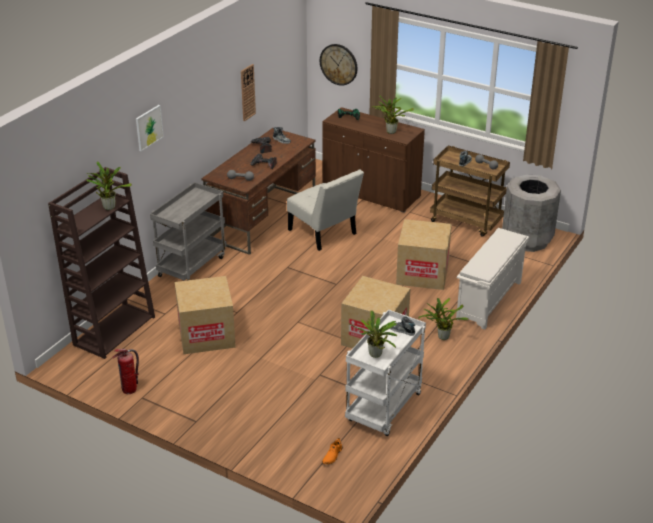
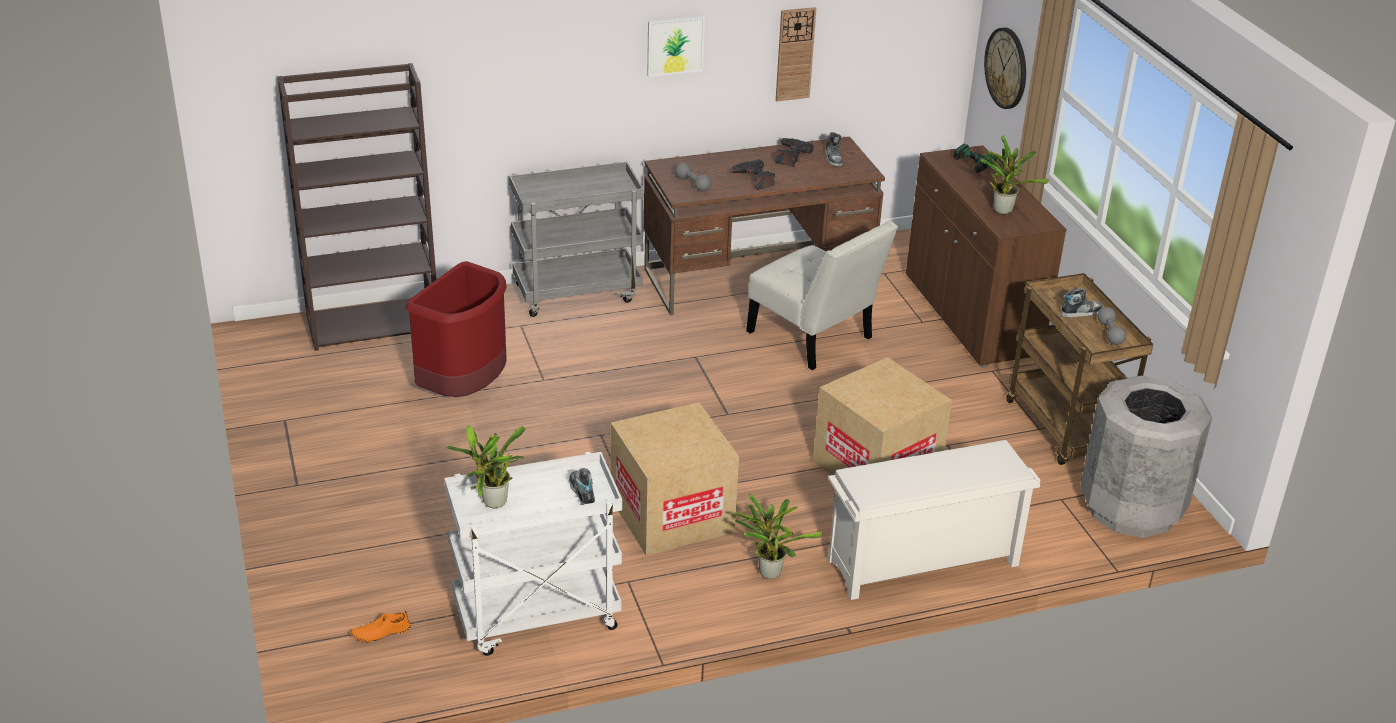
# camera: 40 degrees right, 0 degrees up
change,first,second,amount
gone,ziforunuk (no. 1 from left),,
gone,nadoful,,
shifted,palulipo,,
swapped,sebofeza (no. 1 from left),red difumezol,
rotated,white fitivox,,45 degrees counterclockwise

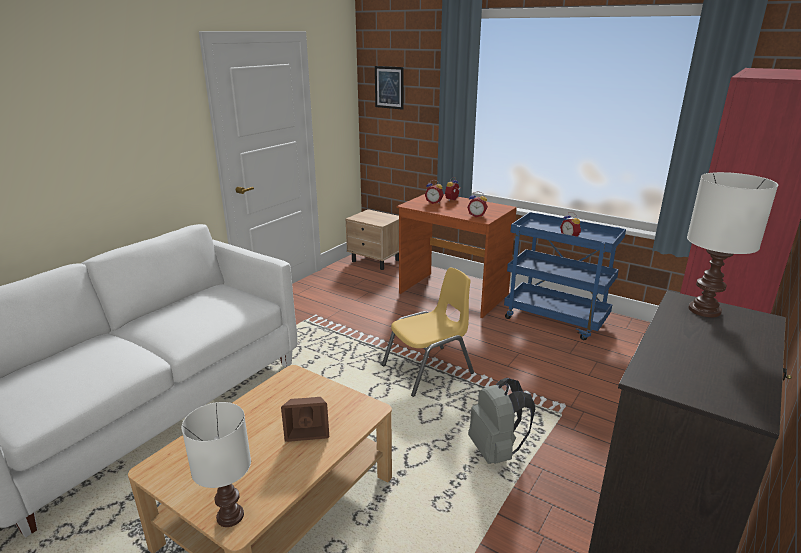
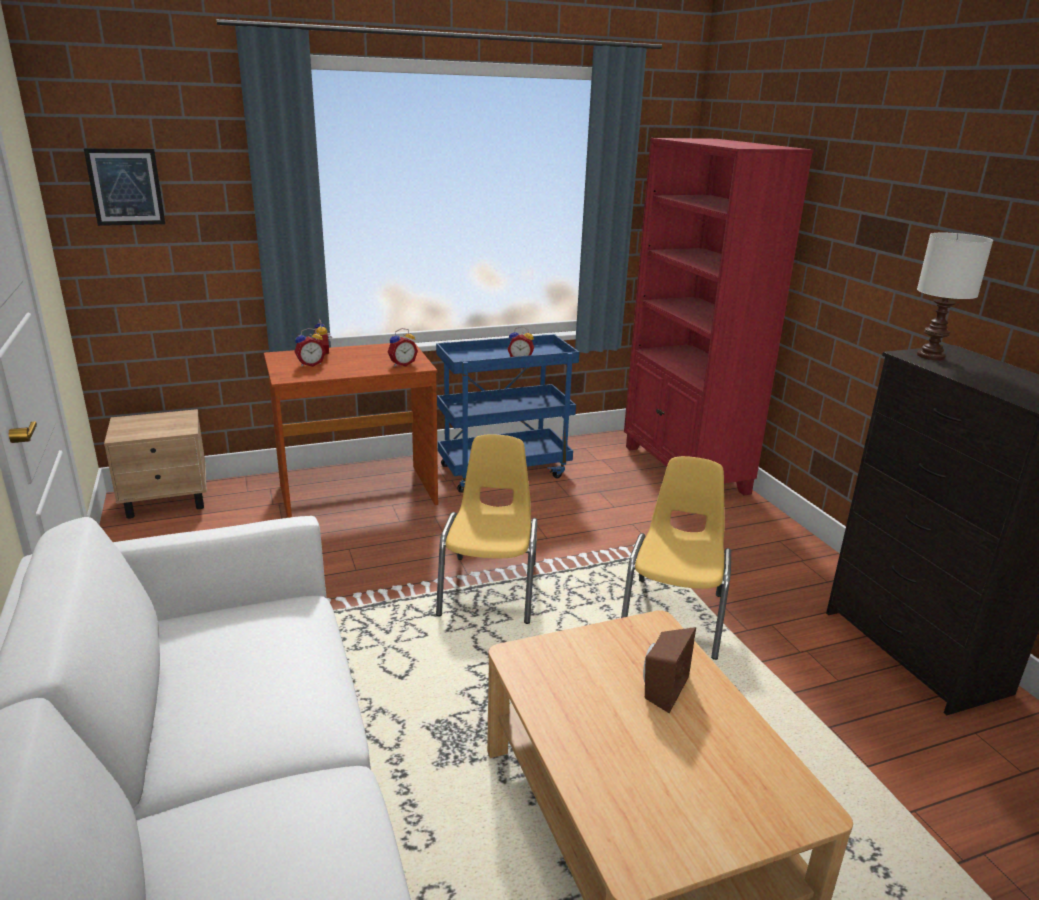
# camera: 55 degrees left, 0 degrees up
change,first,second,amount
gone,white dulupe (no. 1 from left),,
swapped,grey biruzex,yellow fitivox (no. 2 from left),

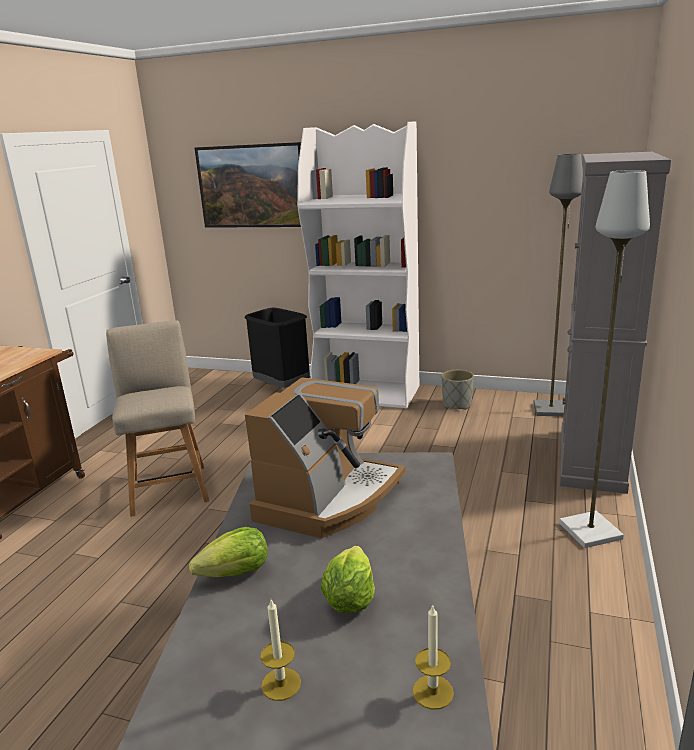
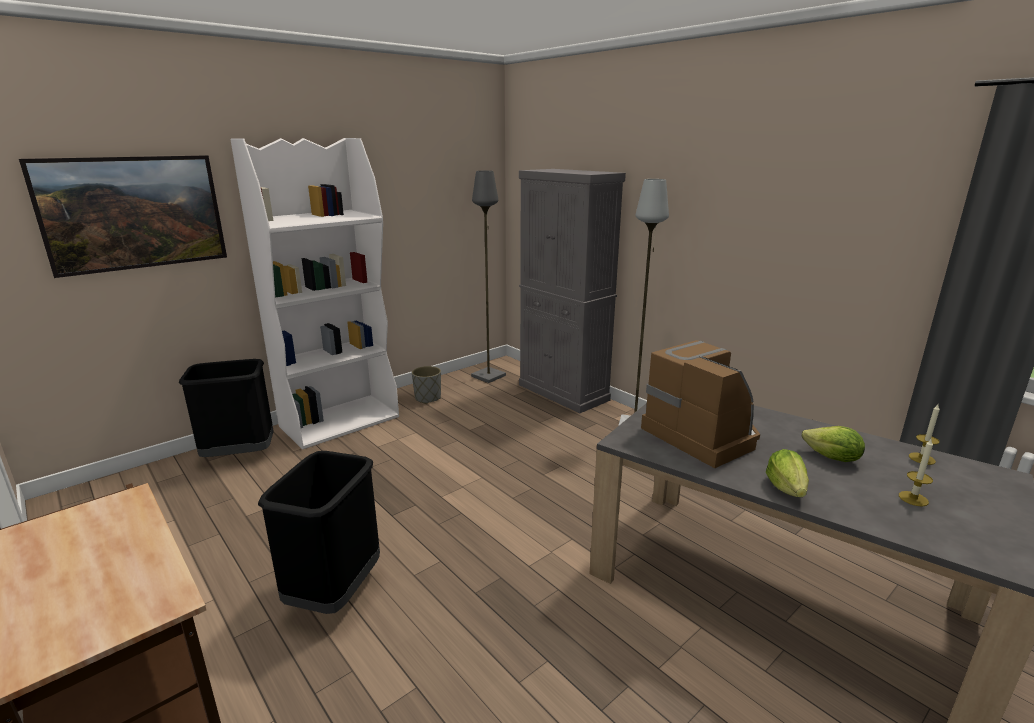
# camera: 60 degrees left, 0 degrees up
change,first,second,amount
swapped,beige fitivox,black difumezol (no. 2 from left),

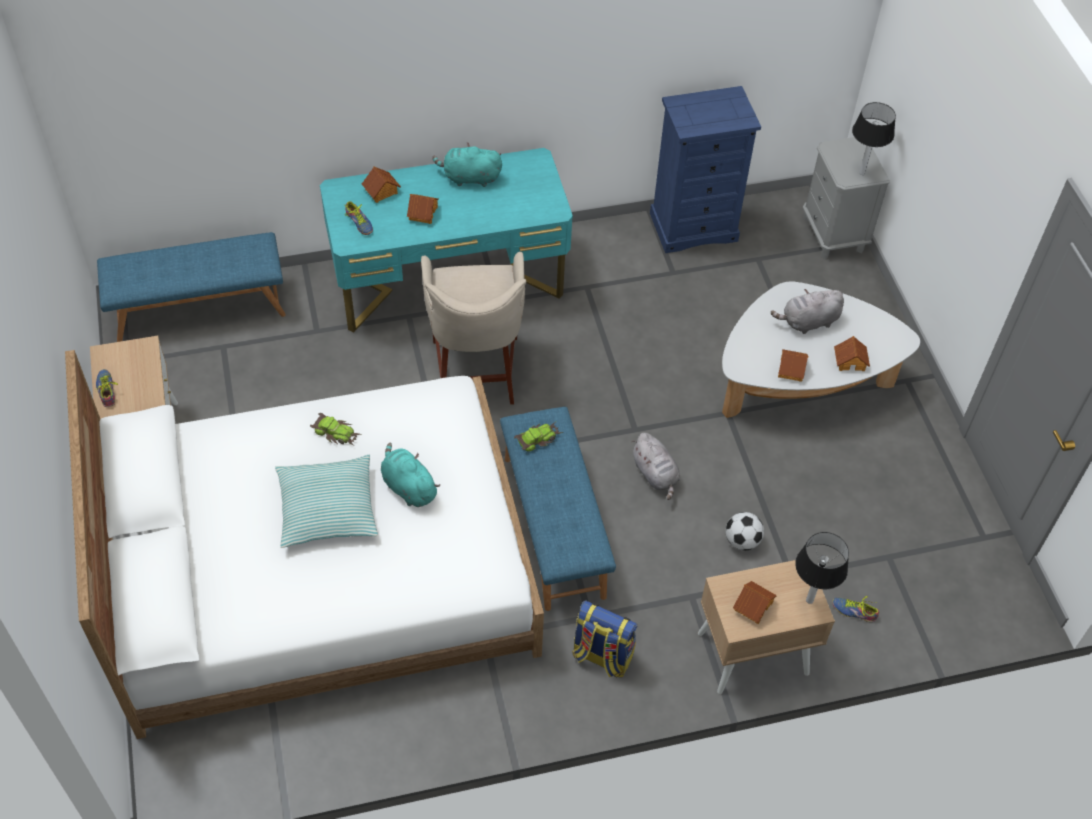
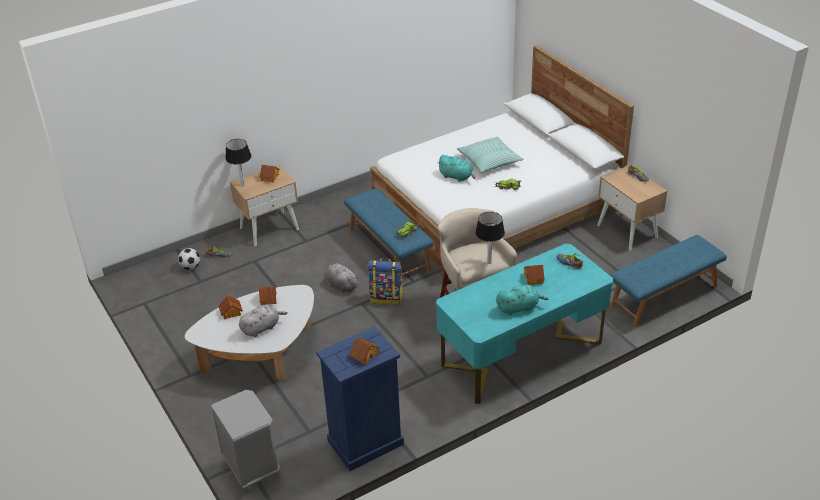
# camera: 165 degrees right, 15 degrees down
change,first,second,amount
shifted,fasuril (no. 1 from left in the first image),fasuril (no. 4 from left),
shifted,biruzex,,
shifted,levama,,
shifted,dulupe (no. 2 from left),,

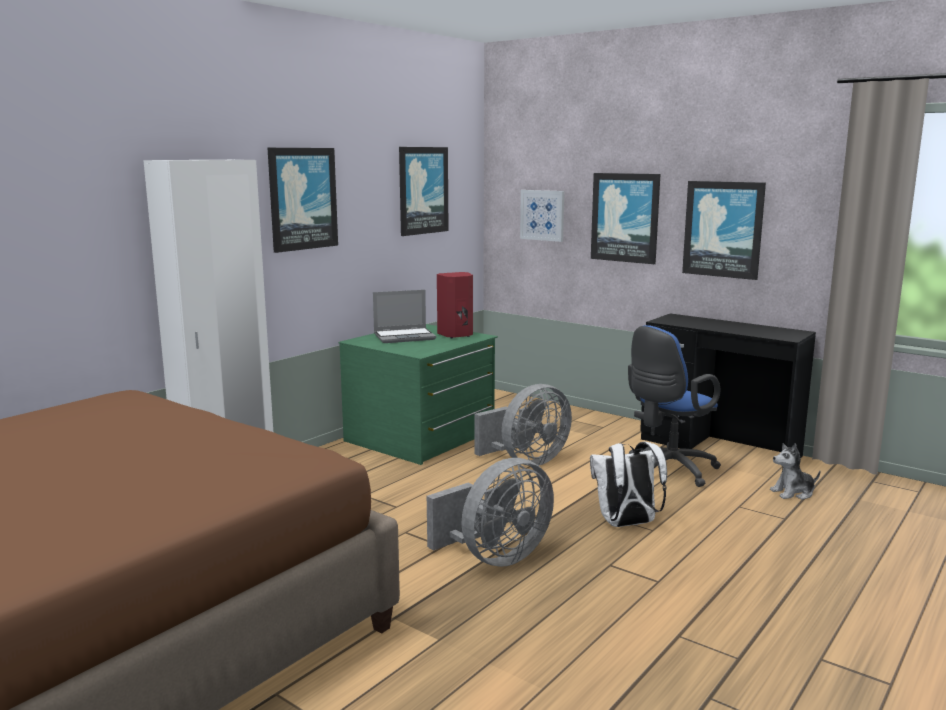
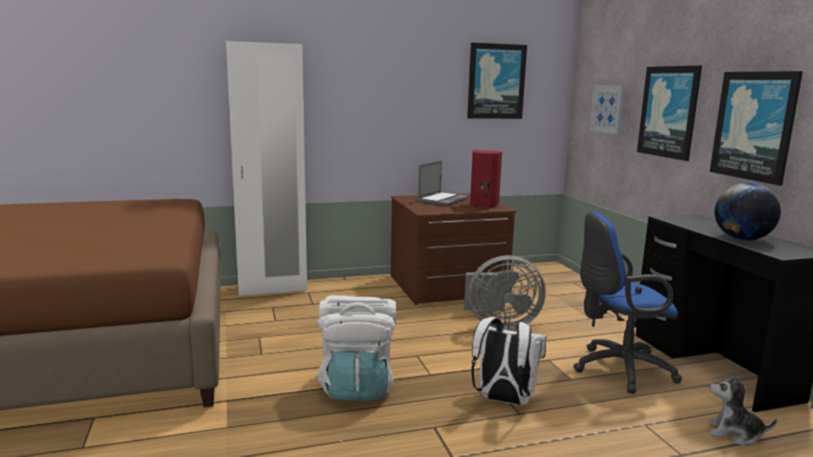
# camera: 35 degrees right, 0 degrees up
change,first,second,amount
gone,palulipo (no. 1 from left),,
new,,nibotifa,
swapped,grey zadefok (no. 1 from left),white biruzex (no. 1 from left),
repainted,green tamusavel,brown tamusavel,
rotated,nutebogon,,75 degrees counterclockwise

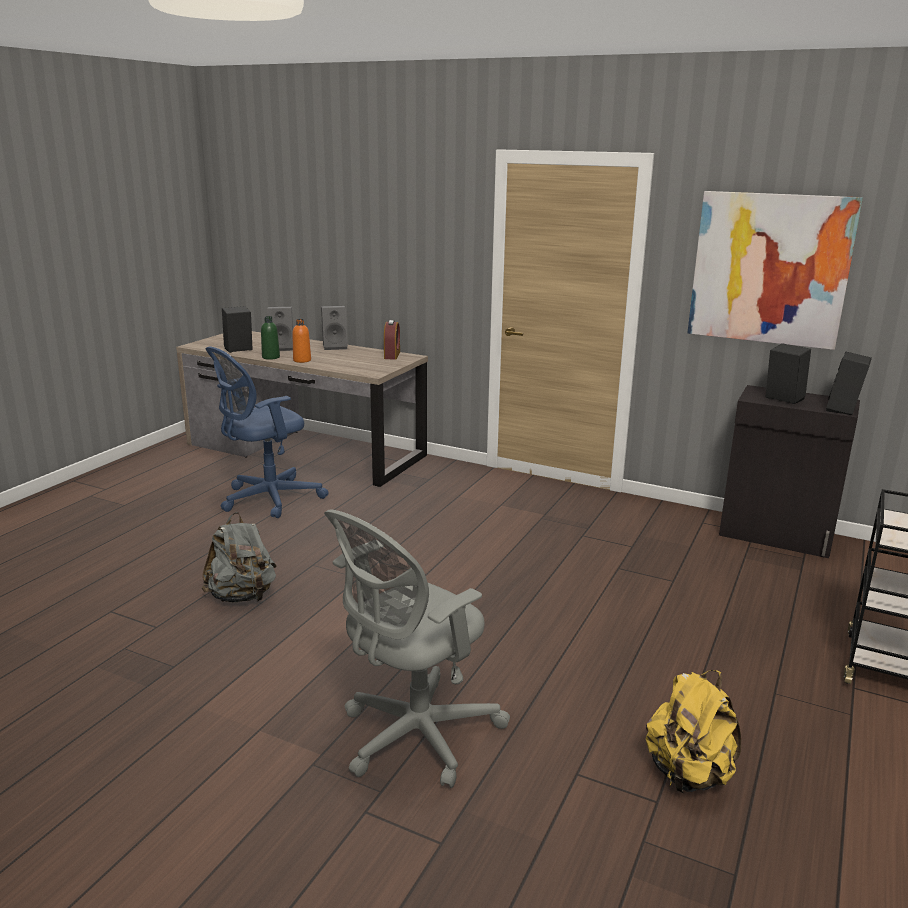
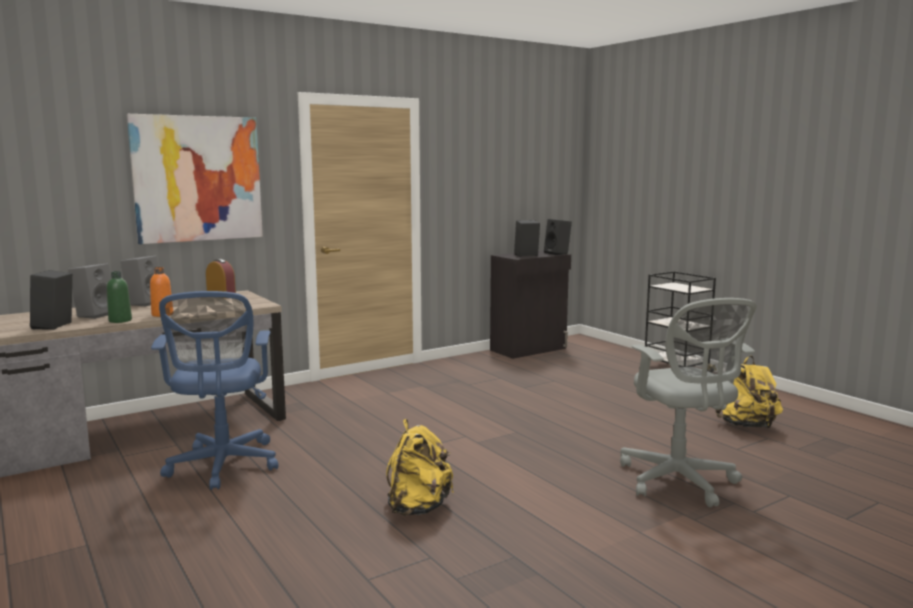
# camera: 60 degrees left, 10 degrees down
change,first,second,amount
shifted,palulipo,,
repainted,grey biruzex,yellow biruzex (no. 1 from left),

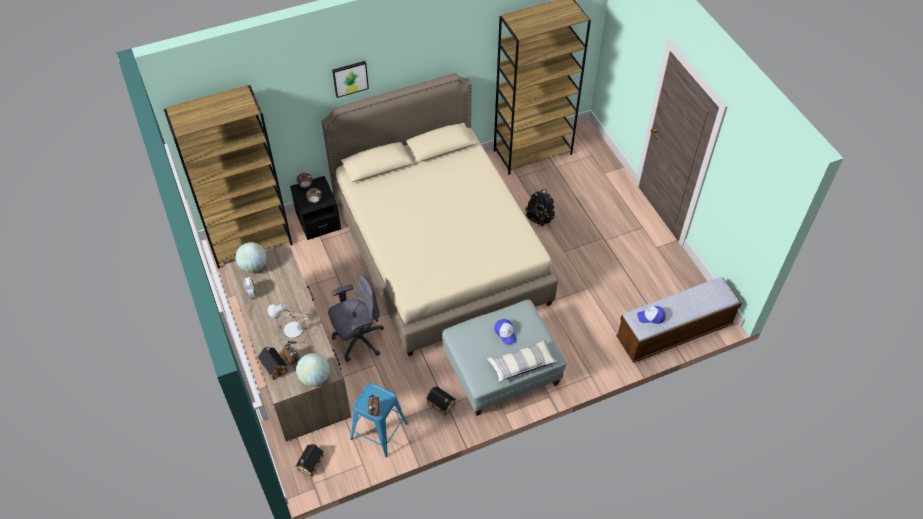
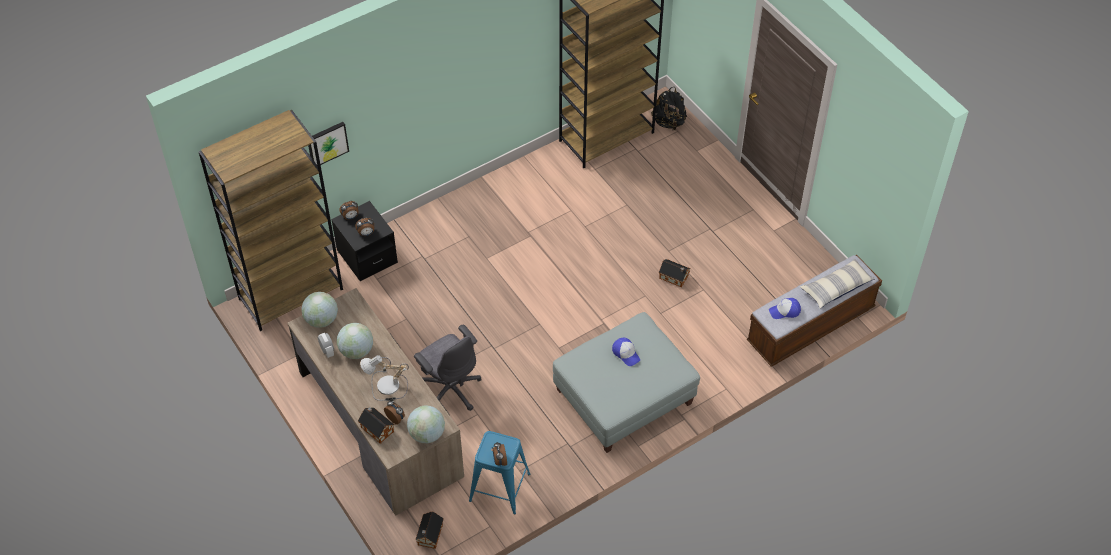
# camera: 10 degrees left, 0 degrees up
change,first,second,amount
gone,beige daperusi,,
new,,nibotifa (no. 2 from left),
shifted,palulipo,,
shifted,fasuril (no. 3 from left),,
shifted,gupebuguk,,
shifted,black biruzex,,
rotated,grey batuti,,90 degrees clockwise

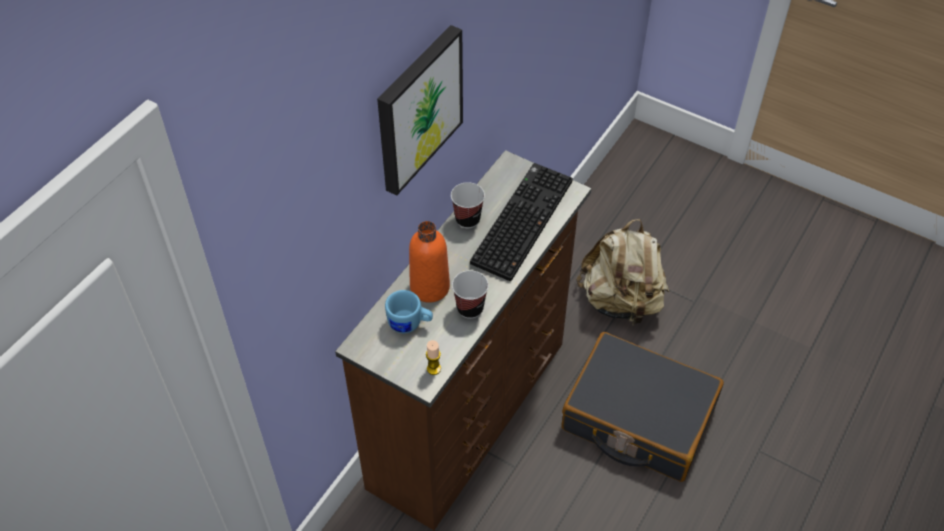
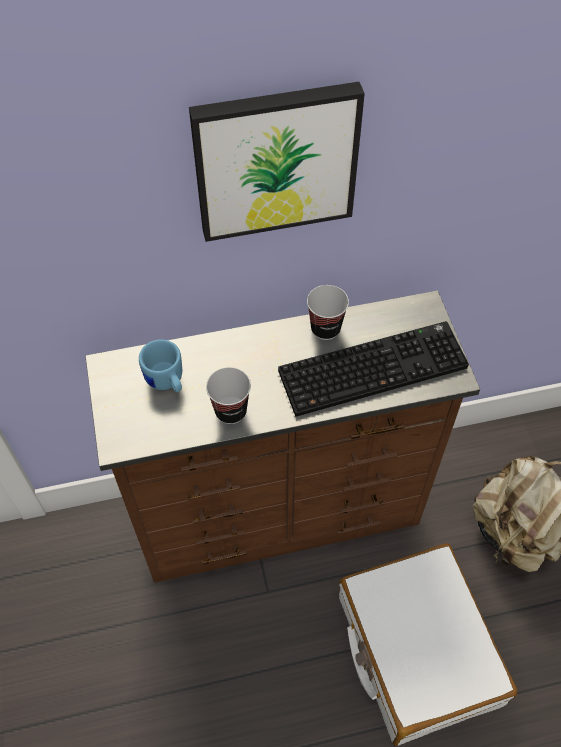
# camera: 45 degrees right, 5 degrees up
change,first,second,amount
gone,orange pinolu,,
gone,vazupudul,,
repainted,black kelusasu,white kelusasu,

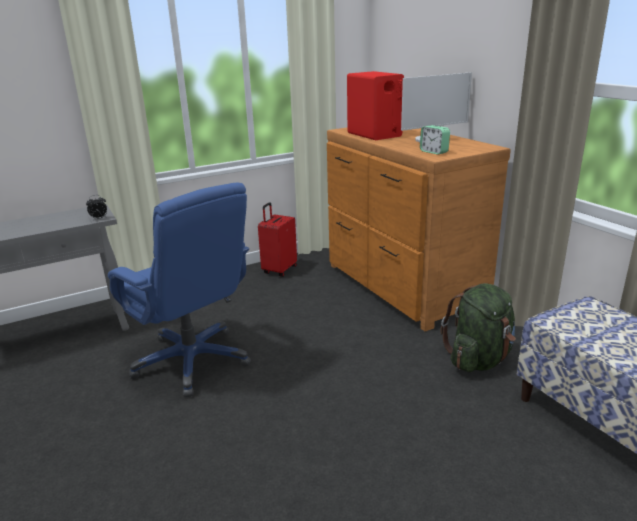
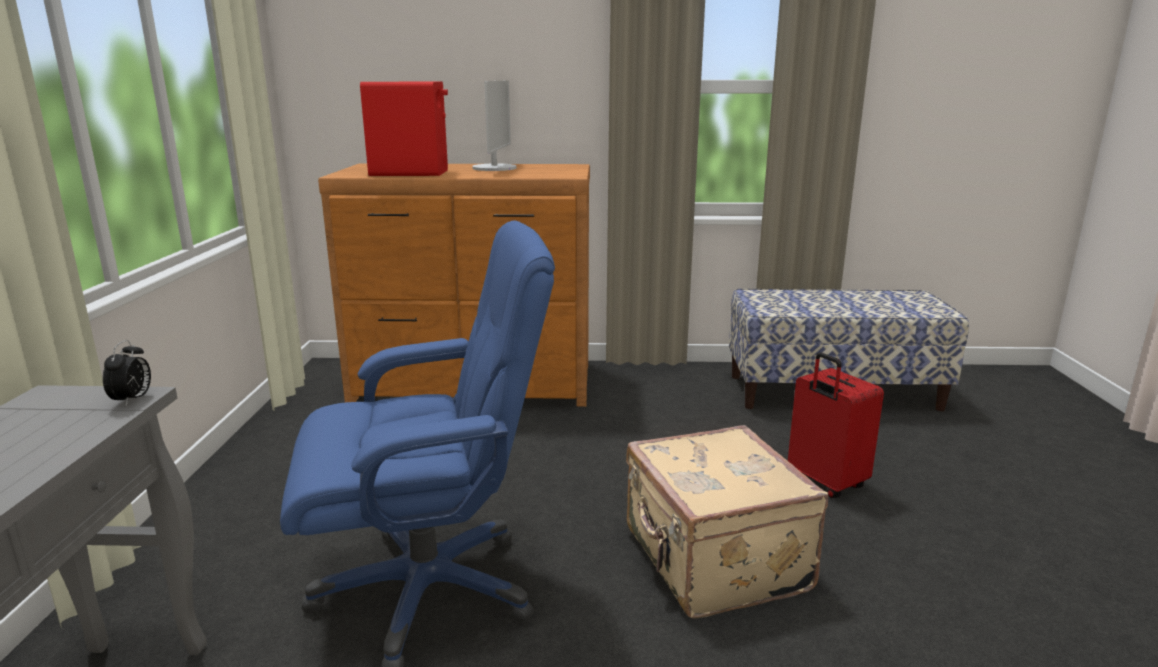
# camera: 60 degrees left, 5 degrees down
change,first,second,amount
gone,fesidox (no. 2 from left),,
gone,green biruzex,,
new,,beige kelusasu,
shifted,red kelusasu,,

